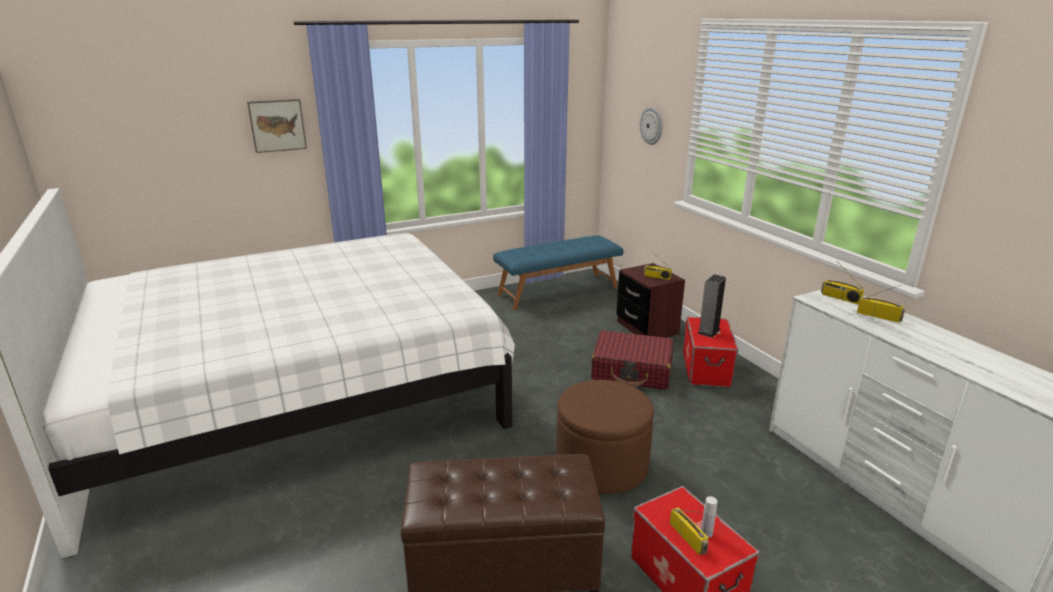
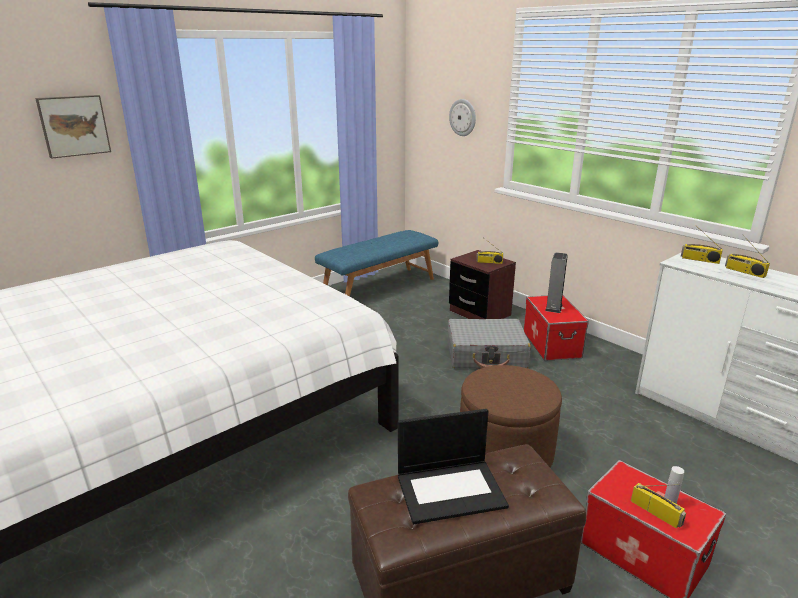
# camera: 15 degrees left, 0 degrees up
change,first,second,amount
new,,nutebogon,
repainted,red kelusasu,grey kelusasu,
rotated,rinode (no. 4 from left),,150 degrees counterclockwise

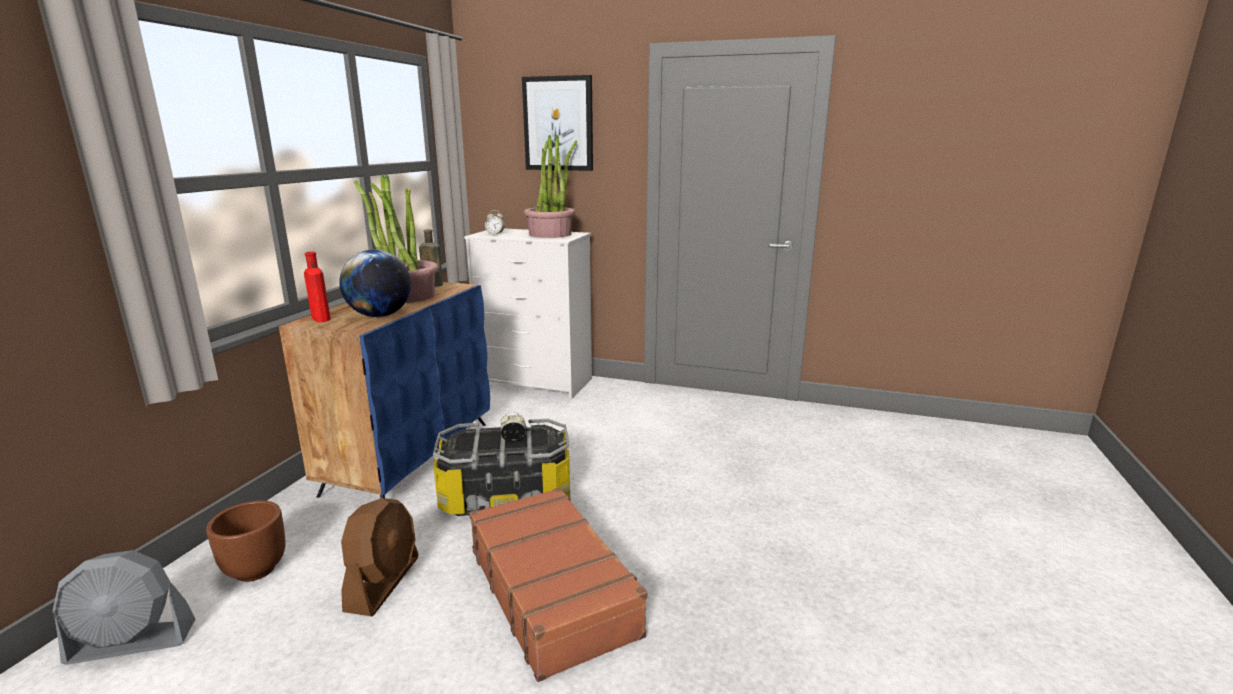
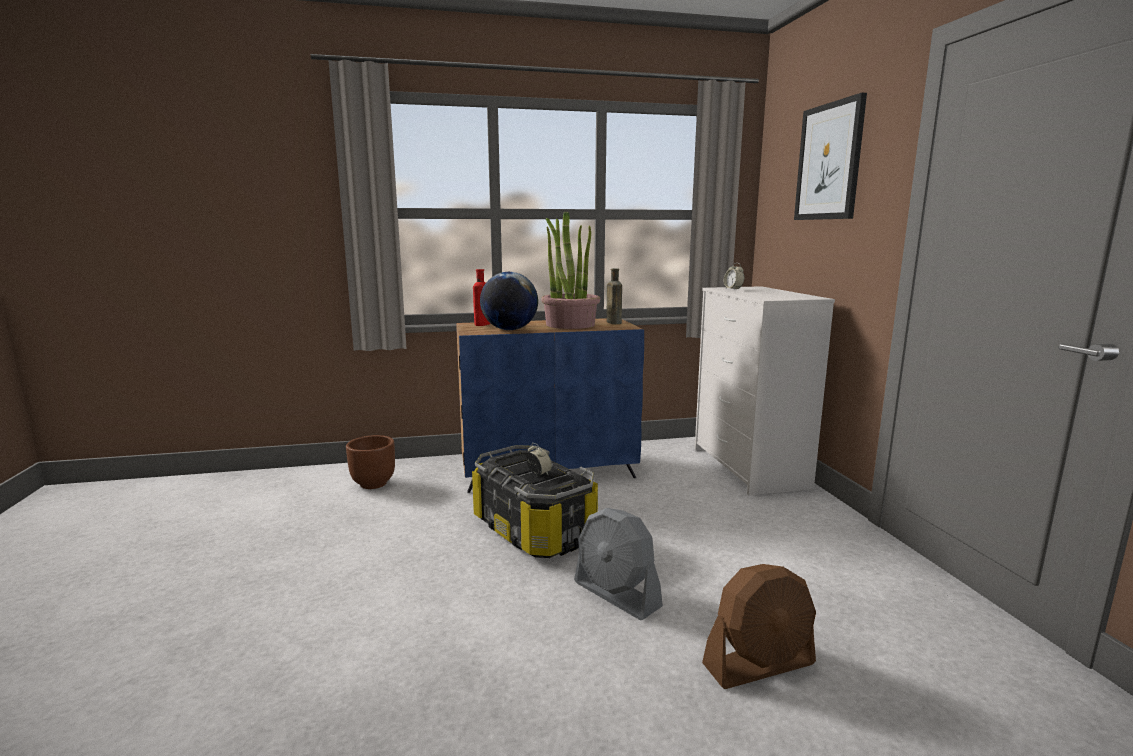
# camera: 60 degrees right, 5 degrees down
change,first,second,amount
gone,brown kelusasu,,
gone,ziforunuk (no. 2 from left),,
shifted,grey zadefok,,
shifted,brown zadefok,,

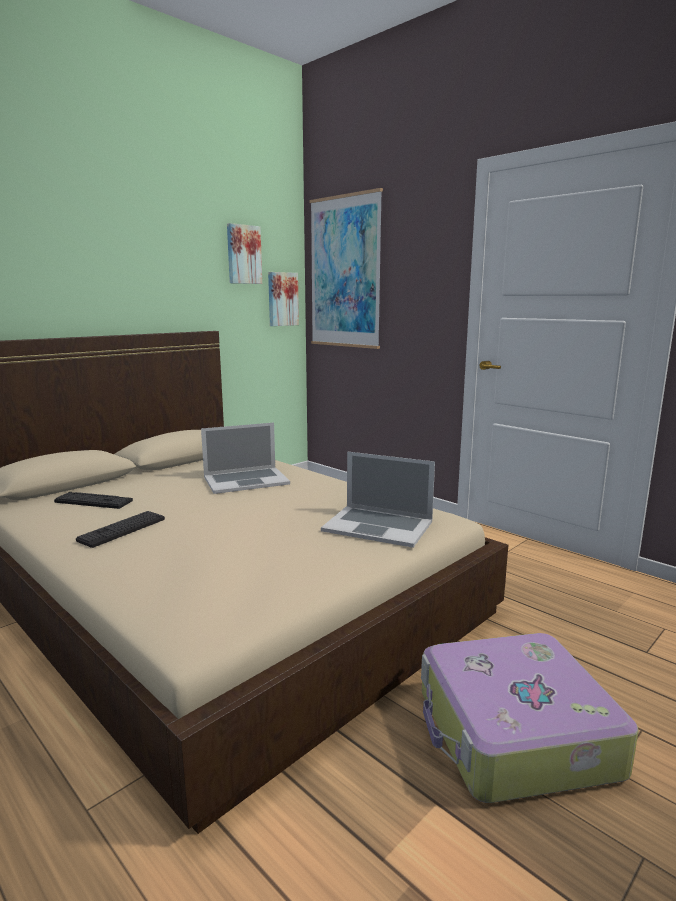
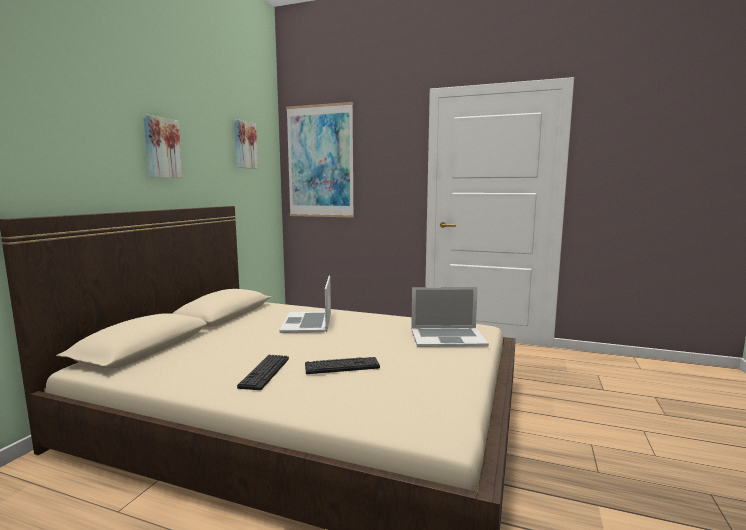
# camera: 25 degrees left, 5 degrees down
change,first,second,amount
gone,kelusasu,,
shifted,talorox (no. 1 from left in the first image),talorox (no. 2 from left),
shifted,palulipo (no. 2 from left in the first image),palulipo (no. 1 from left),
rotated,nutebogon (no. 1 from left),,135 degrees clockwise

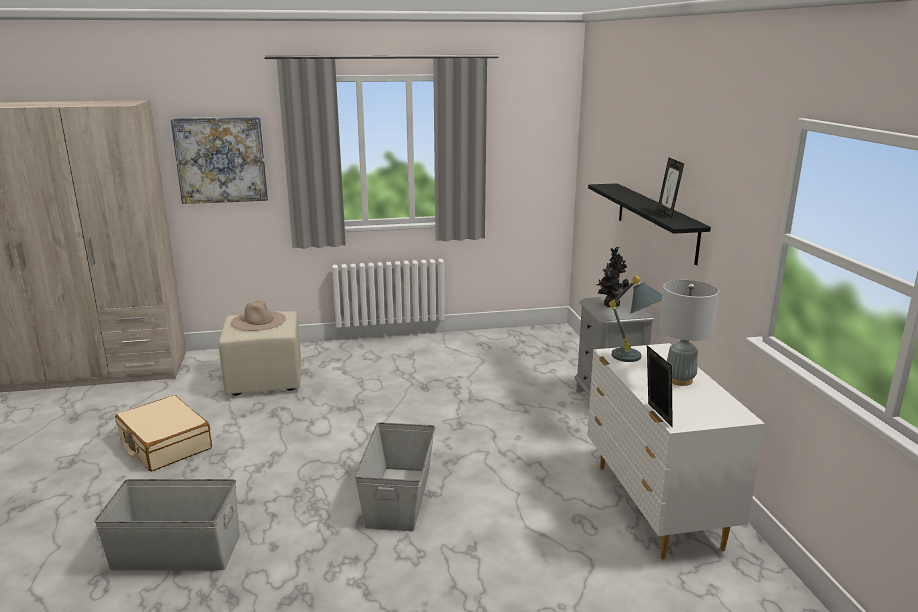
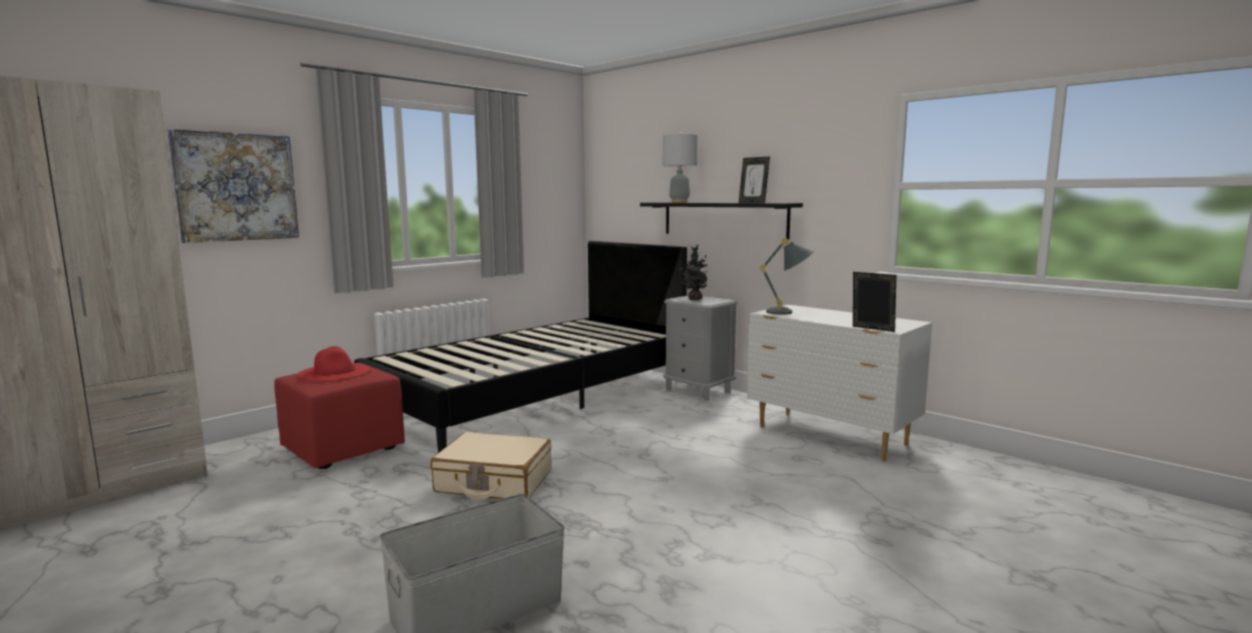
# camera: 35 degrees left, 10 degrees down
change,first,second,amount
gone,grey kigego (no. 2 from left),,
new,,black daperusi,
shifted,beige kelusasu,,
shifted,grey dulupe (no. 2 from left in the first image),grey dulupe (no. 1 from left),
repainted,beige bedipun,red bedipun,
repainted,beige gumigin,red gumigin,

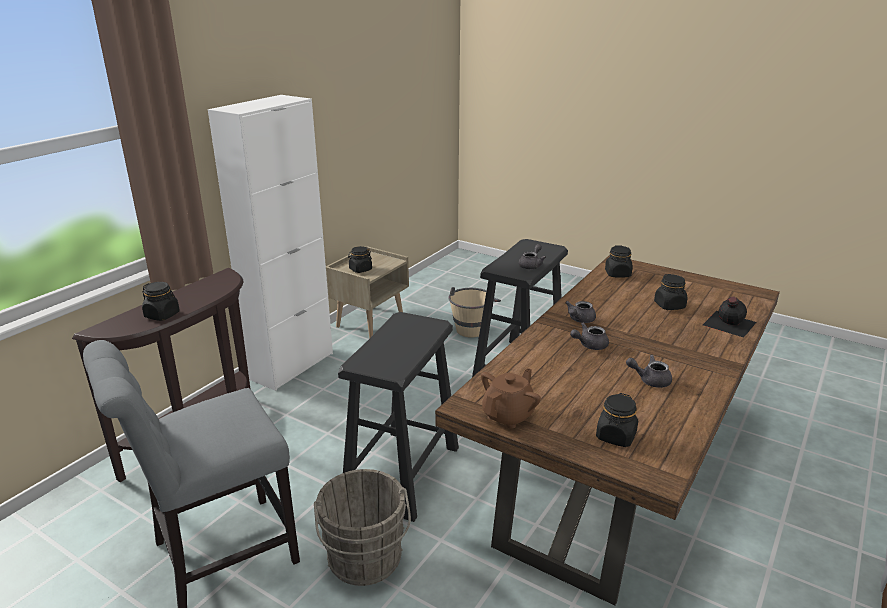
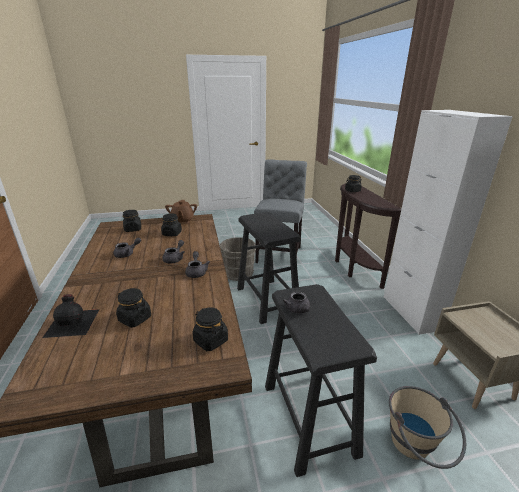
# camera: 135 degrees right, 0 degrees up
change,first,second,amount
shifted,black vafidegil (no. 2 from left in the first image),black vafidegil (no. 3 from left),

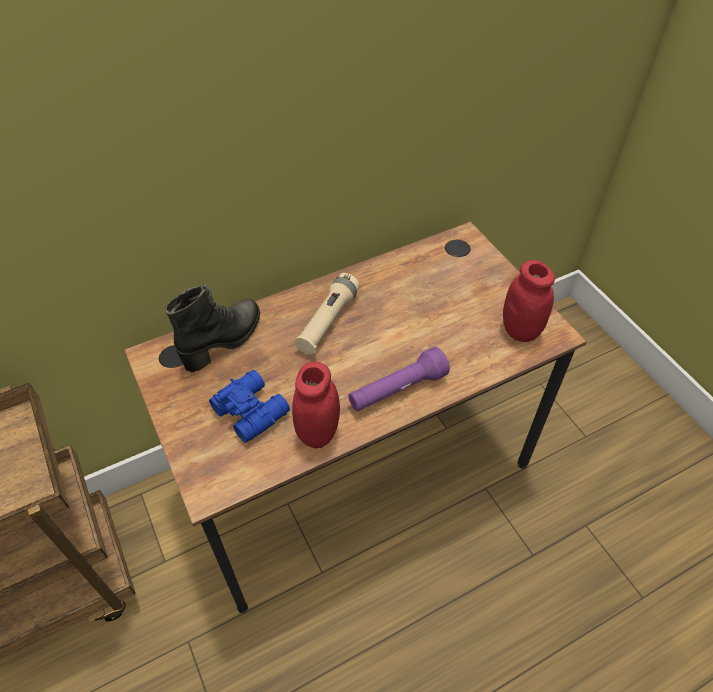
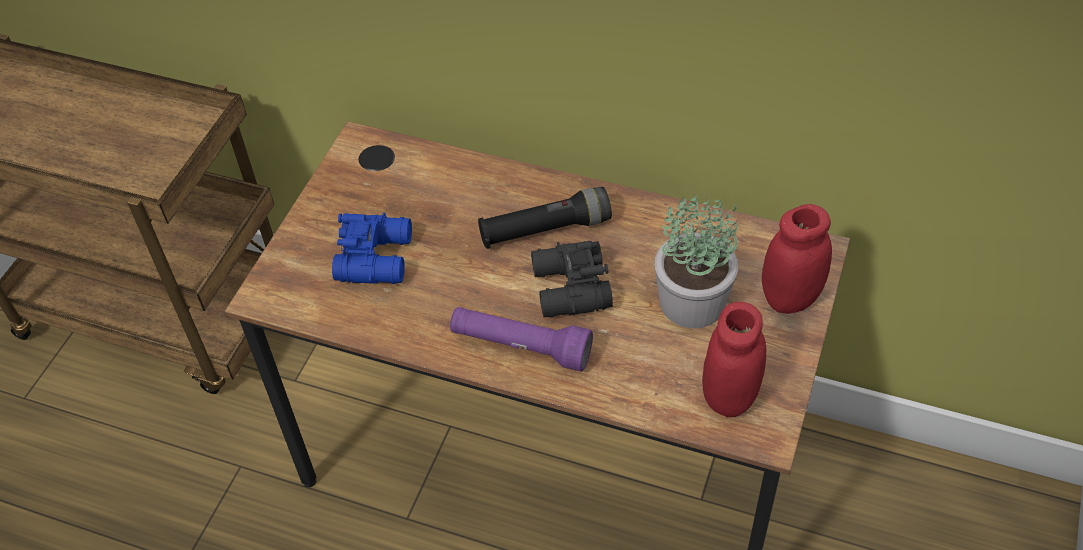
# camera: 50 degrees right, 0 degrees up
change,first,second,amount
gone,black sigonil,,
new,,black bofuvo,
new,,ziforunuk,
shifted,red vafidegil (no. 1 from left in the first image),red vafidegil (no. 2 from left),
repainted,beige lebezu,black lebezu,

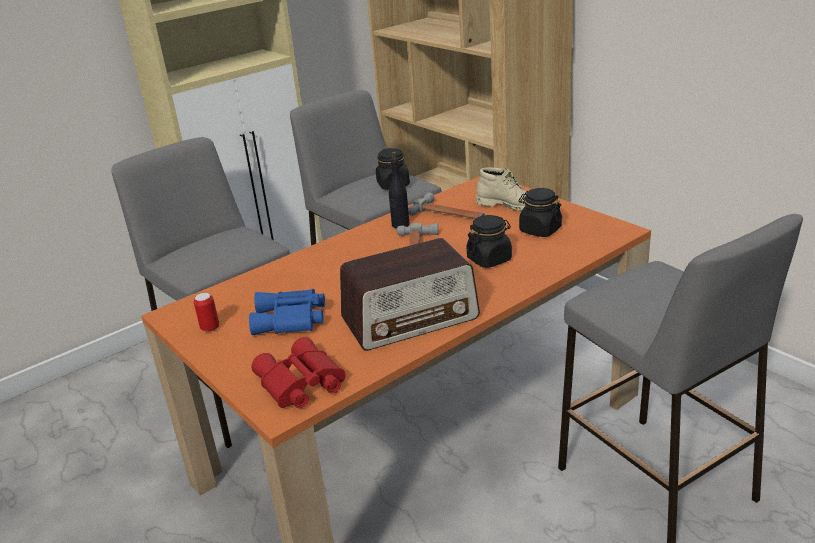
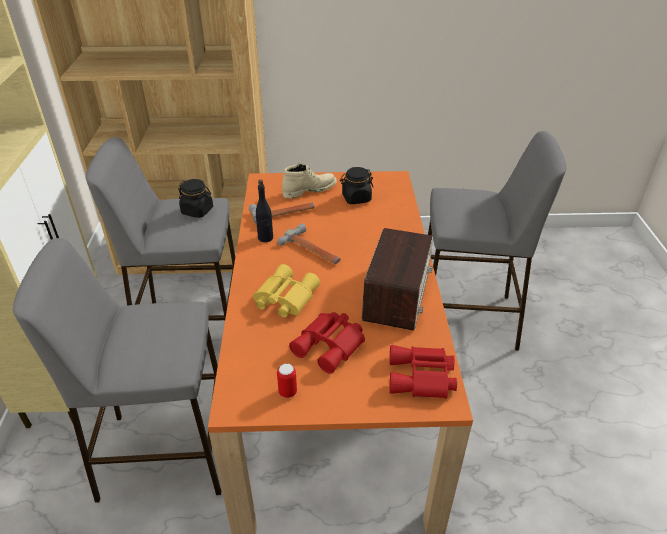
# camera: 55 degrees left, 10 degrees up
change,first,second,amount
gone,black vafidegil (no. 2 from left),,
new,,yellow bofuvo,
repainted,blue bofuvo,red bofuvo (no. 1 from left),

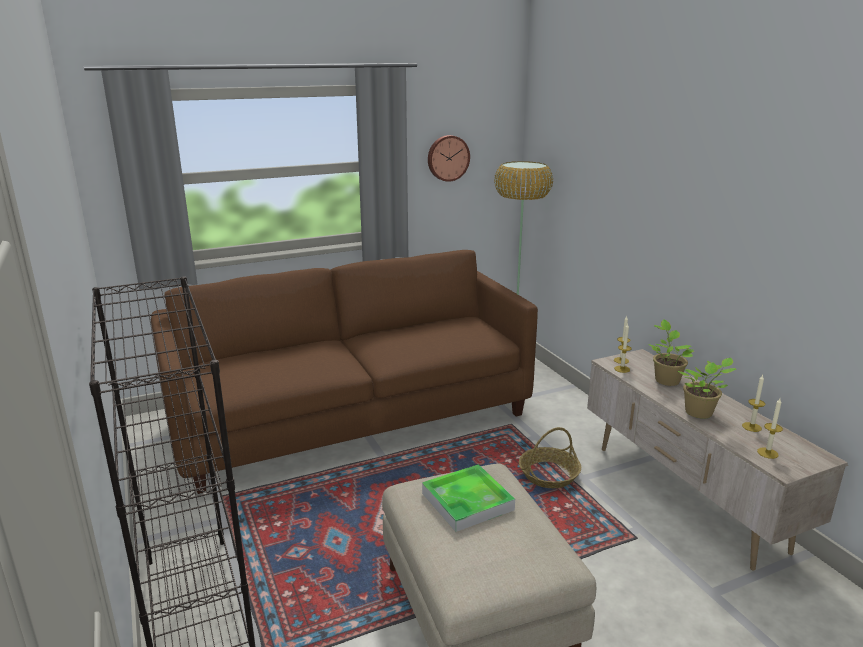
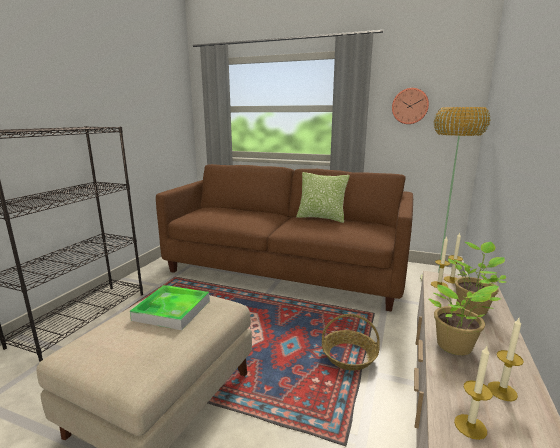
# camera: 45 degrees right, 5 degrees down
change,first,second,amount
new,,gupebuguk,

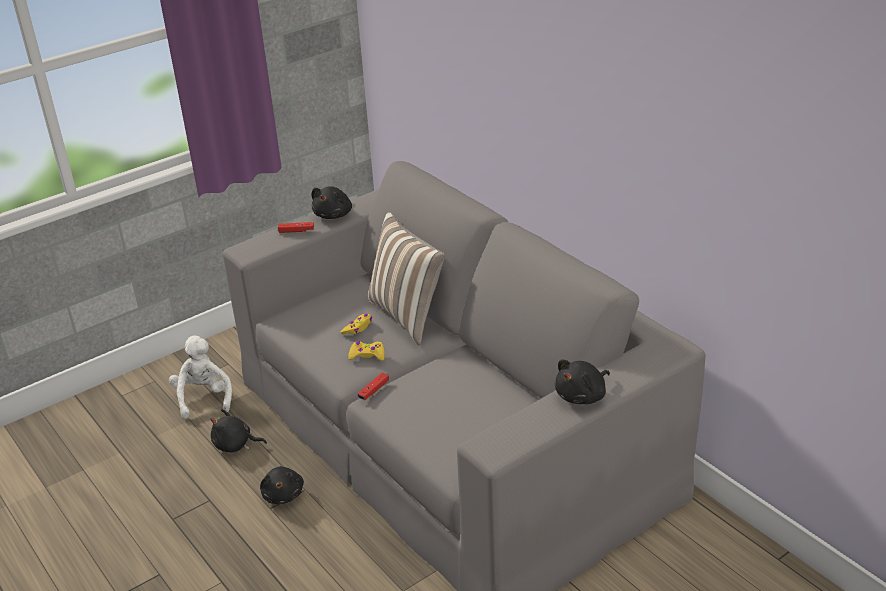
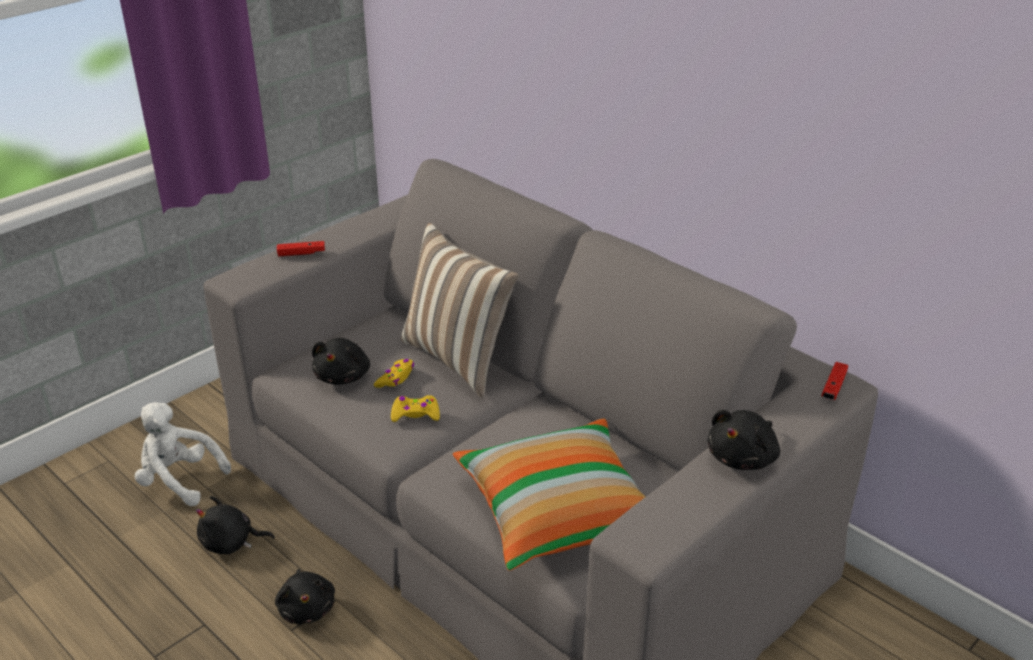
# camera: 10 degrees left, 0 degrees up
change,first,second,amount
new,,gupebuguk (no. 2 from left),
shifted,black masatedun (no. 3 from left),,
shifted,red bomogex (no. 2 from left),,
rotated,white masatedun,,45 degrees counterclockwise

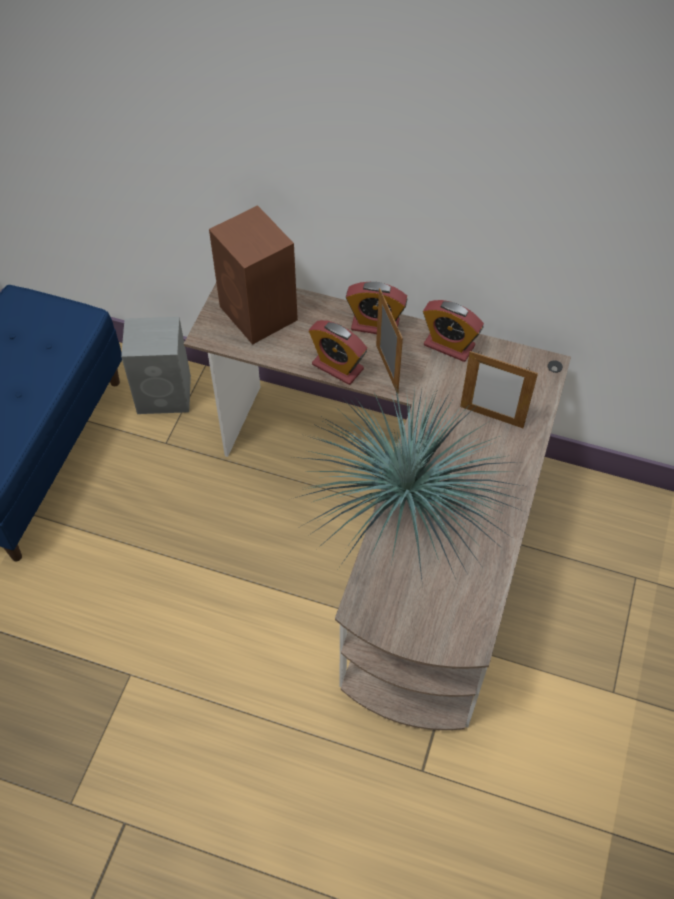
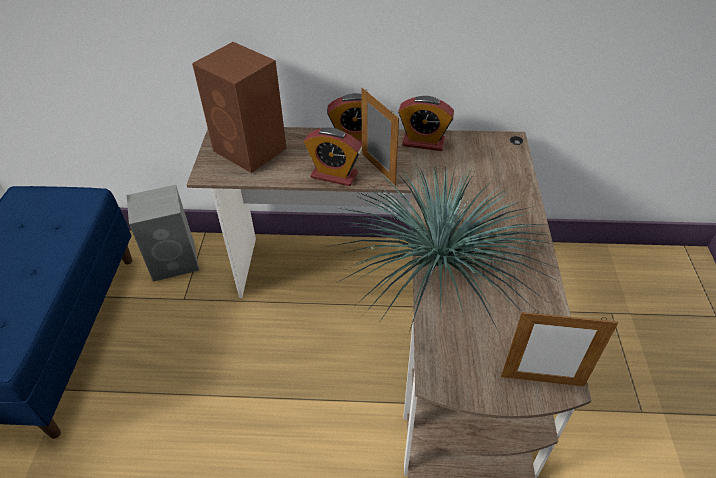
# camera: 15 degrees left, 10 degrees down
change,first,second,amount
shifted,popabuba (no. 2 from left),,

